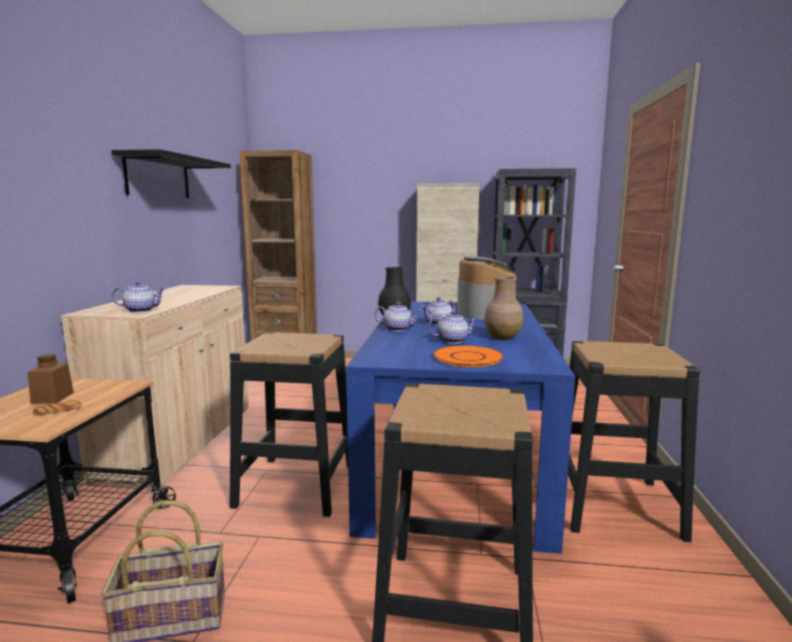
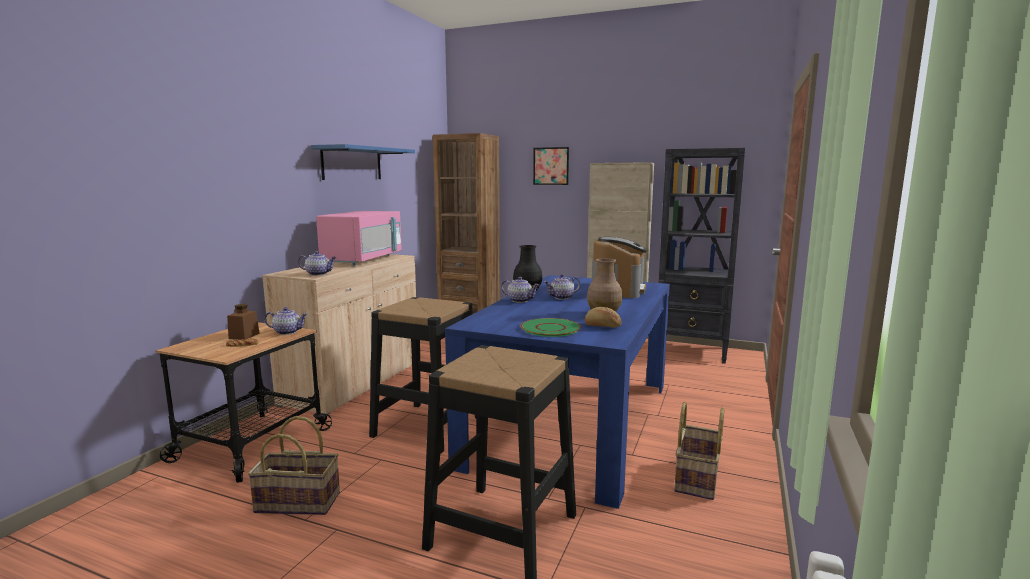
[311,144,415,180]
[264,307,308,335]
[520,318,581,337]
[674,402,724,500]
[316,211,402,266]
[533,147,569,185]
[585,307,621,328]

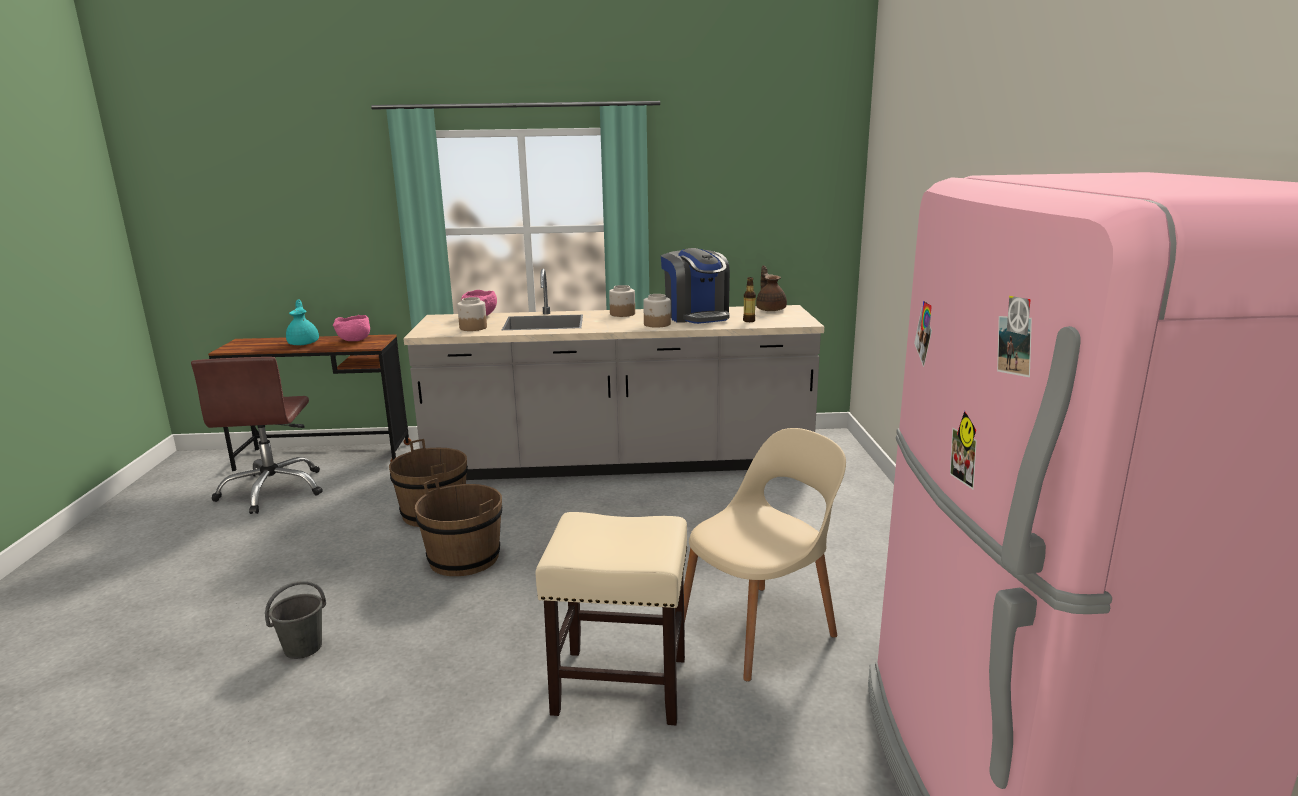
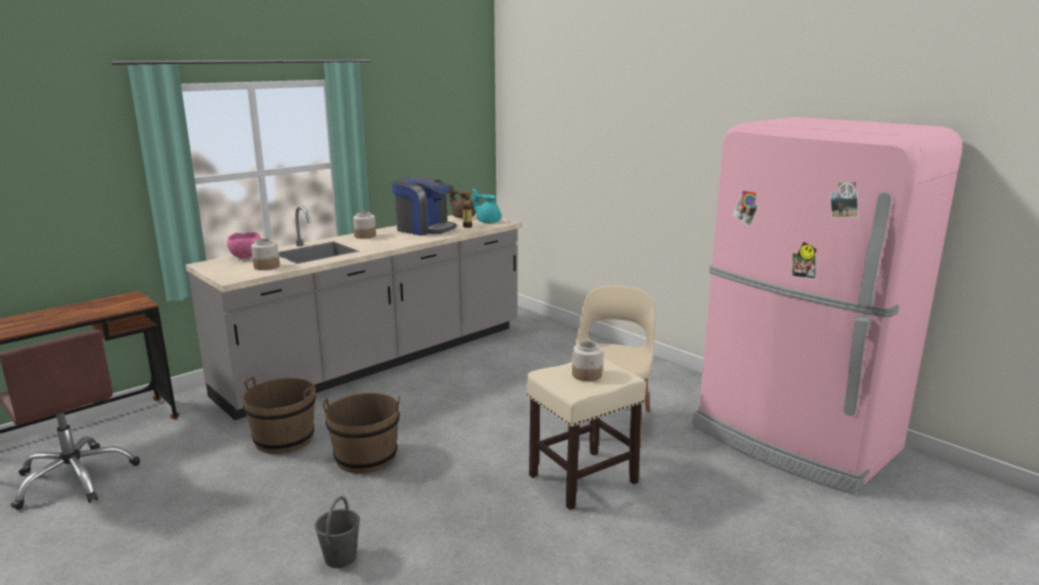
[473,188,501,223]
[333,315,370,341] (first image)
[572,341,603,381]

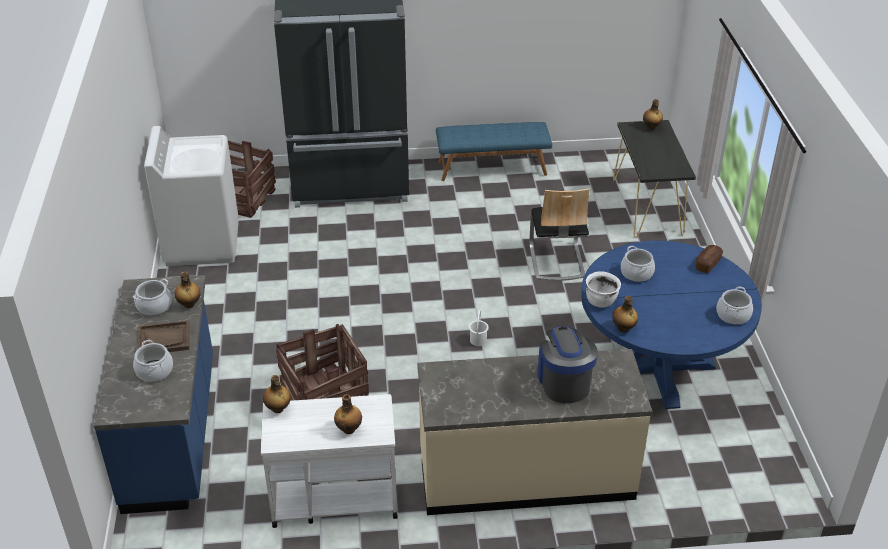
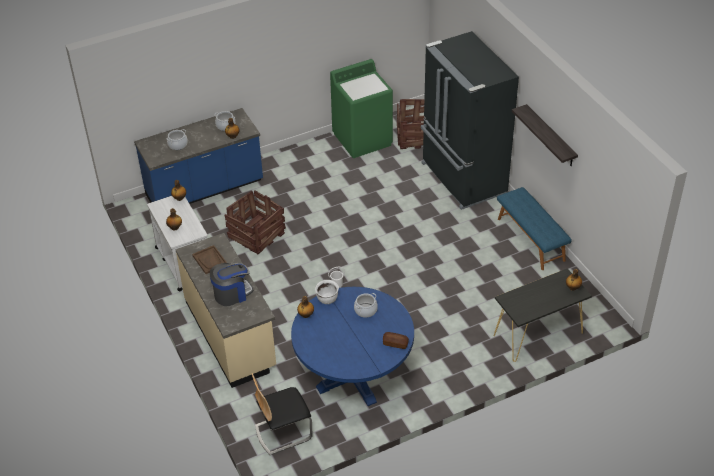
[192,245,227,274]
[330,59,393,158]
[252,373,312,455]
[717,287,753,325] (first image)
[512,104,578,166]

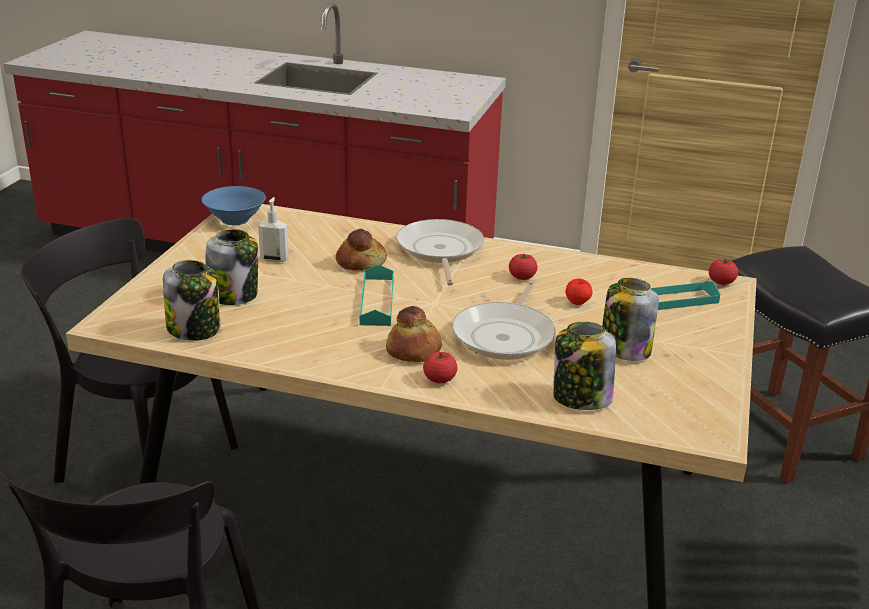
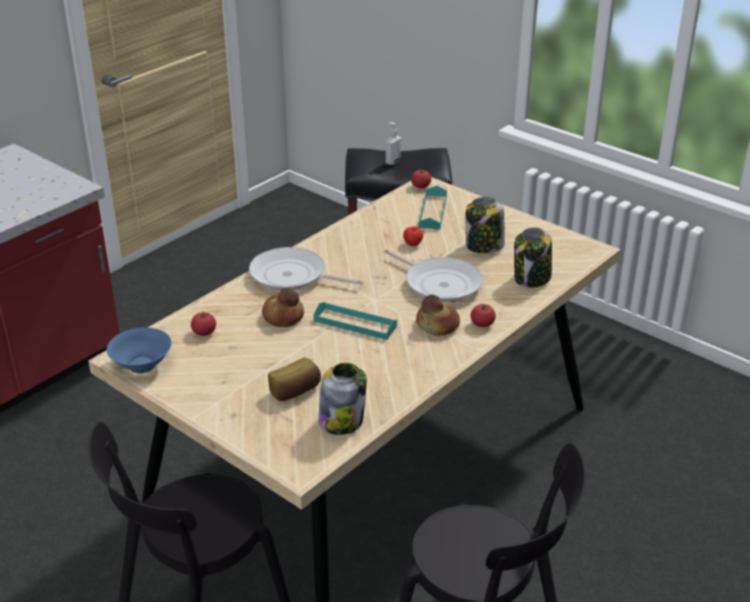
[268,357,321,401]
[386,122,401,165]
[191,311,216,336]

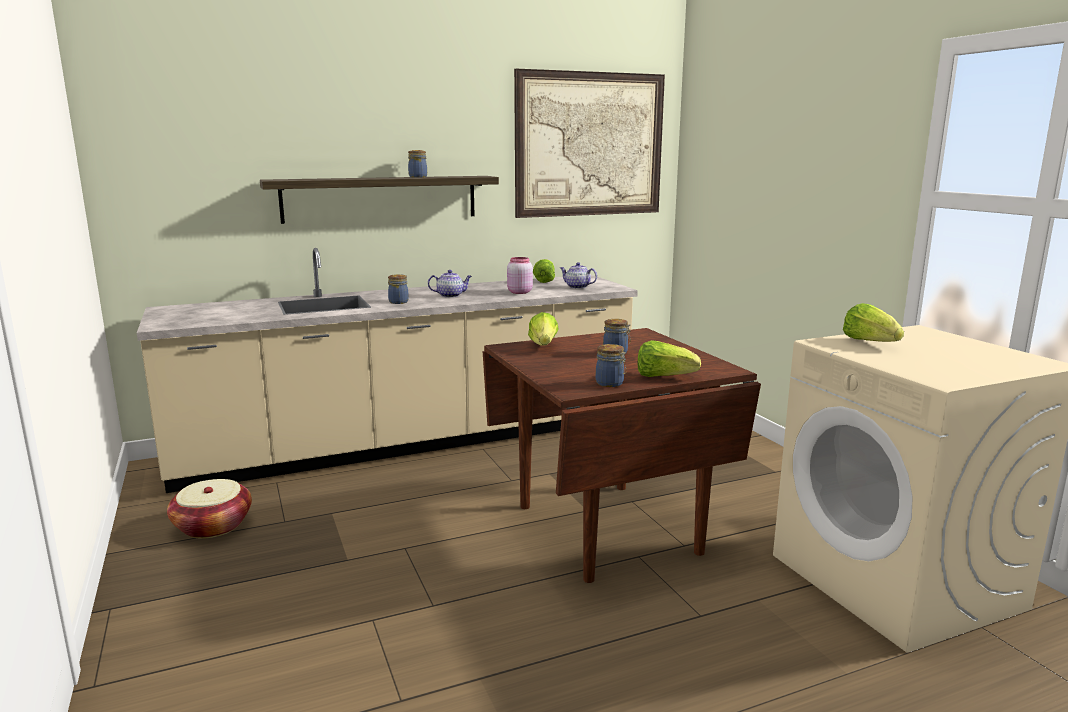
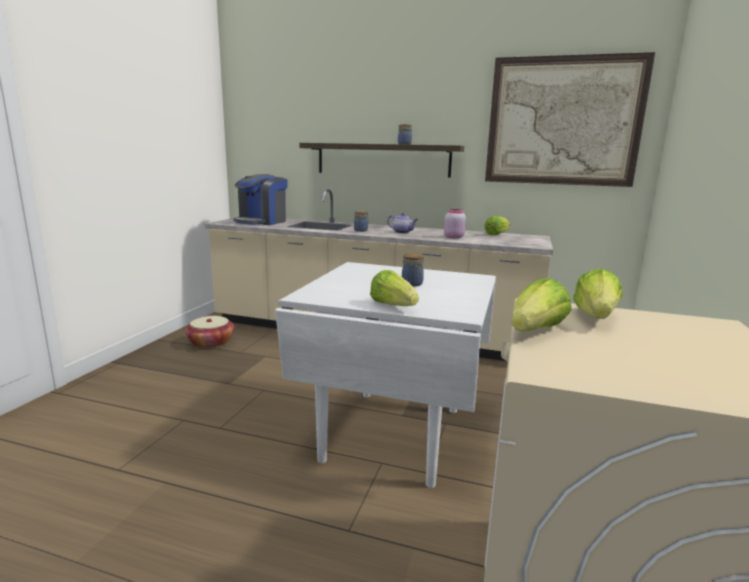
[275,262,496,488]
[511,278,572,331]
[560,262,597,289] (first image)
[596,344,626,387] (first image)
[233,174,288,225]

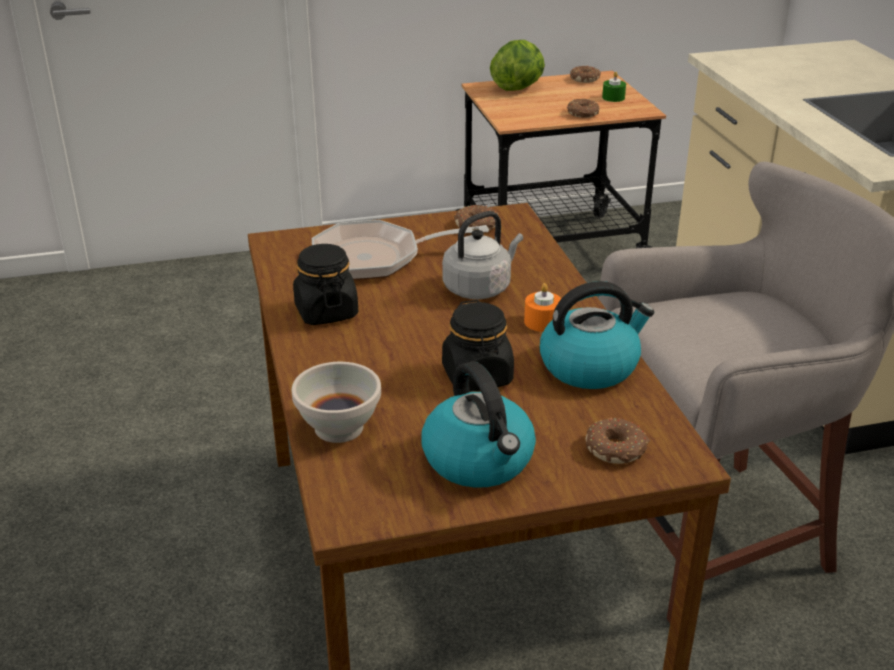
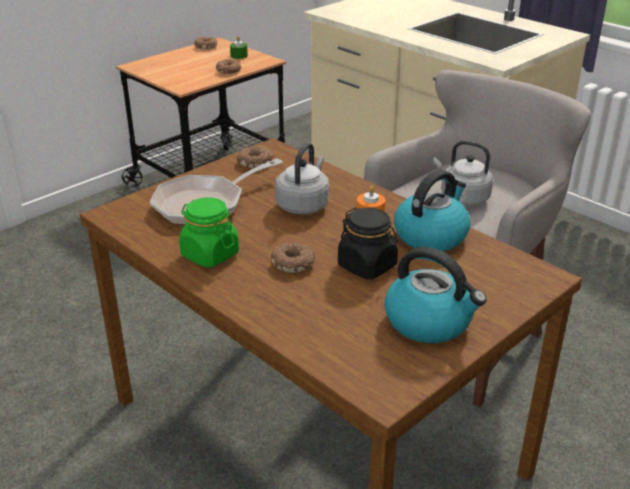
[291,362,381,443] (first image)
[179,197,239,267]
[490,40,545,91] (first image)
[271,242,315,273]
[433,140,493,206]

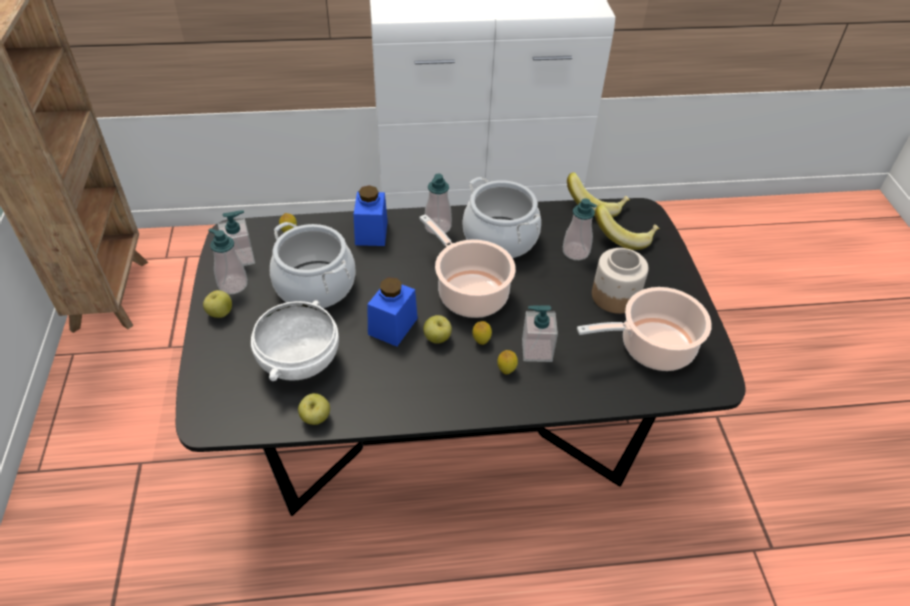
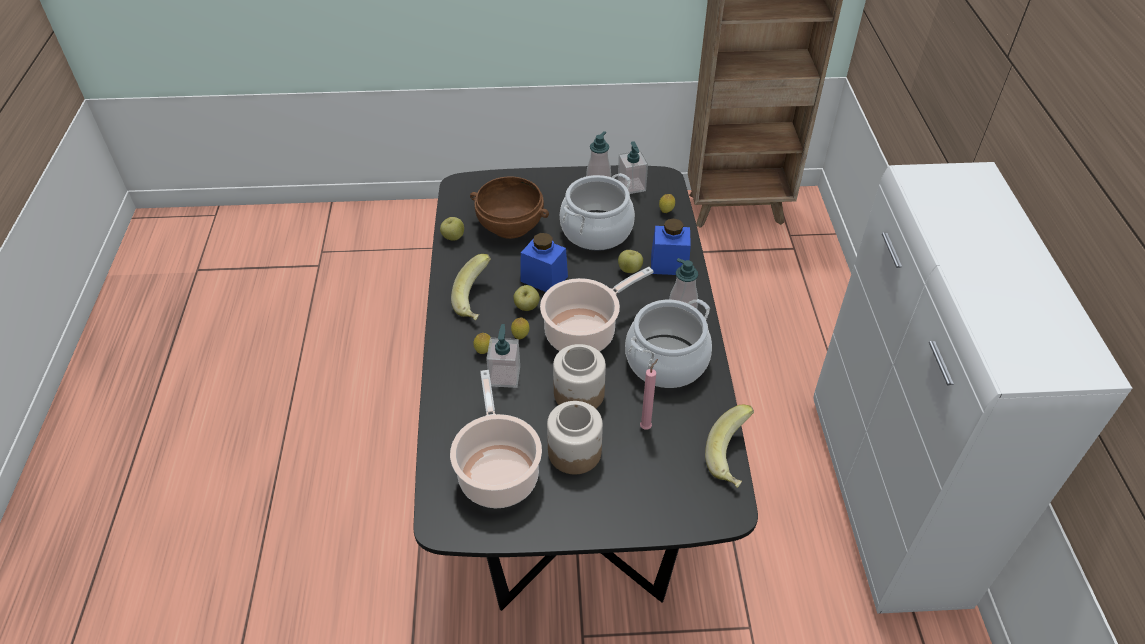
[618,250,643,273]
[470,176,549,239]
[640,359,658,430]
[451,254,491,321]
[553,344,606,408]

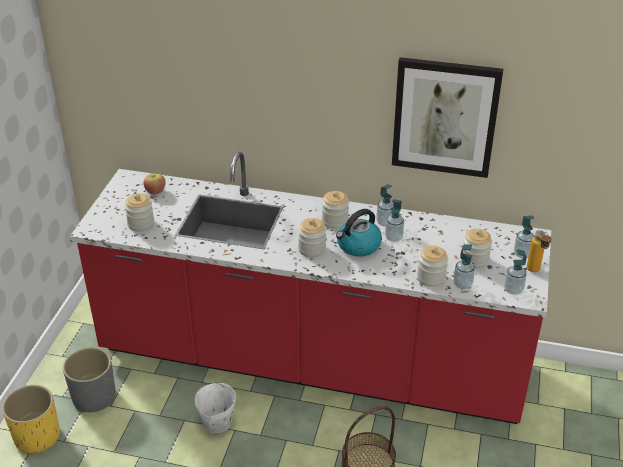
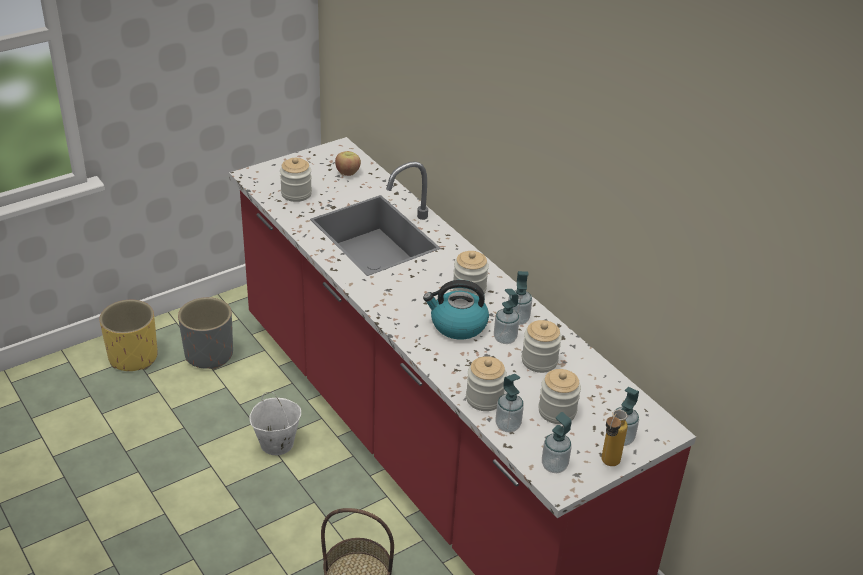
[522,320,562,373]
[392,57,503,178] (first image)

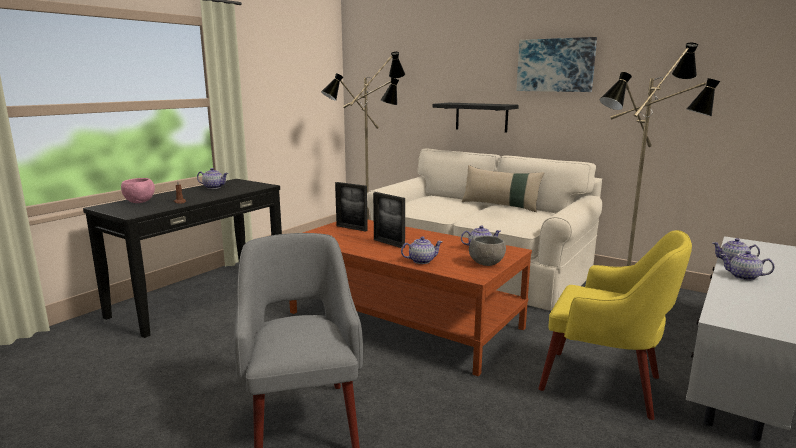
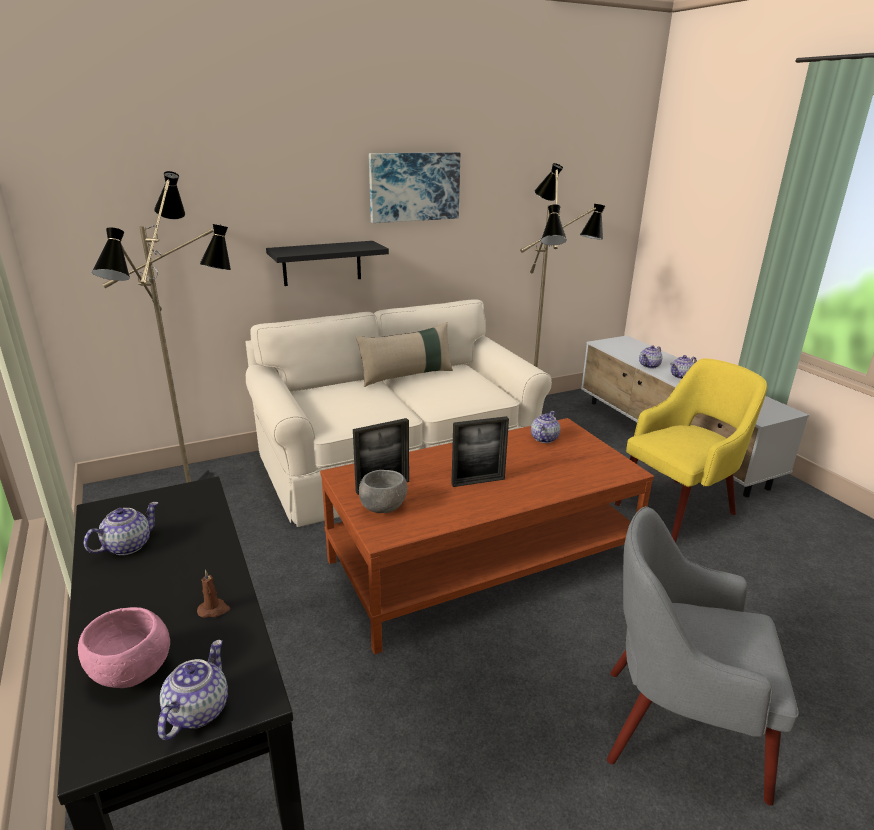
[158,640,228,740]
[359,470,407,513]

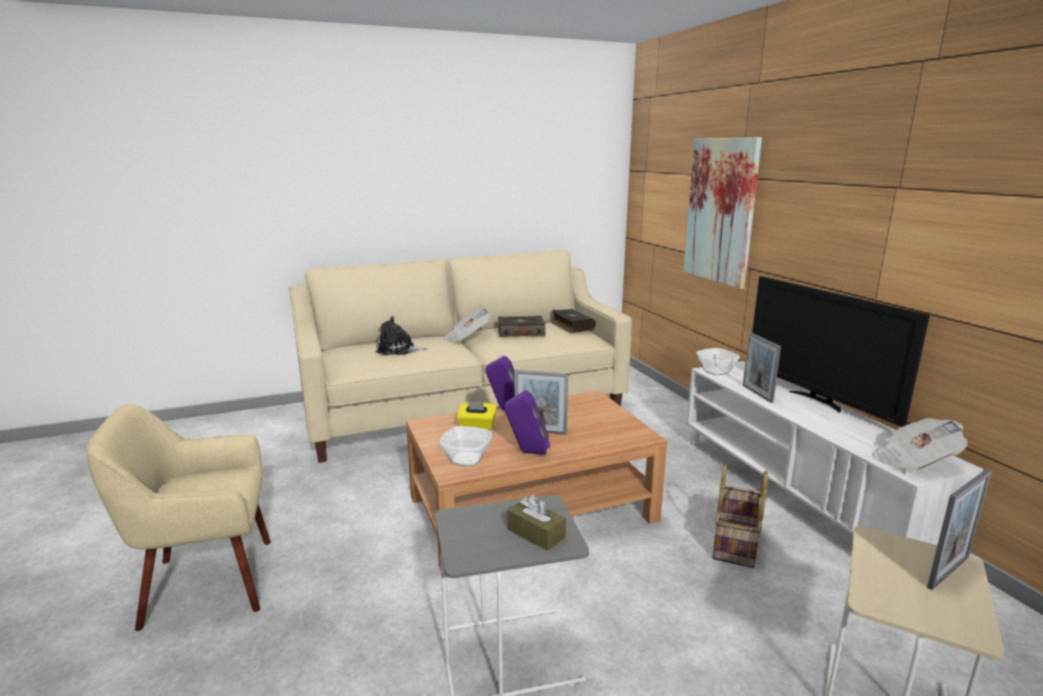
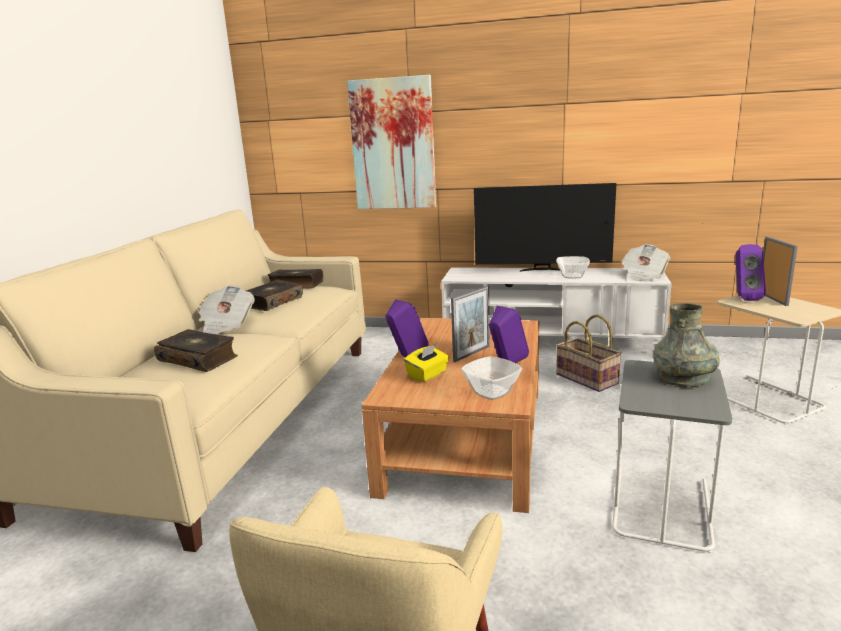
[154,329,238,372]
[653,303,720,387]
[556,256,590,278]
[743,332,781,403] (first image)
[735,244,766,301]

